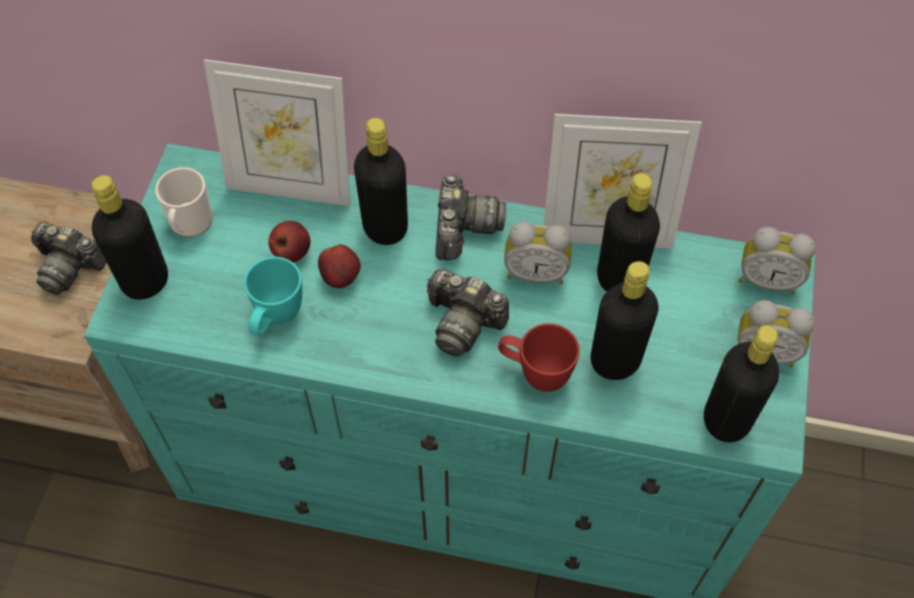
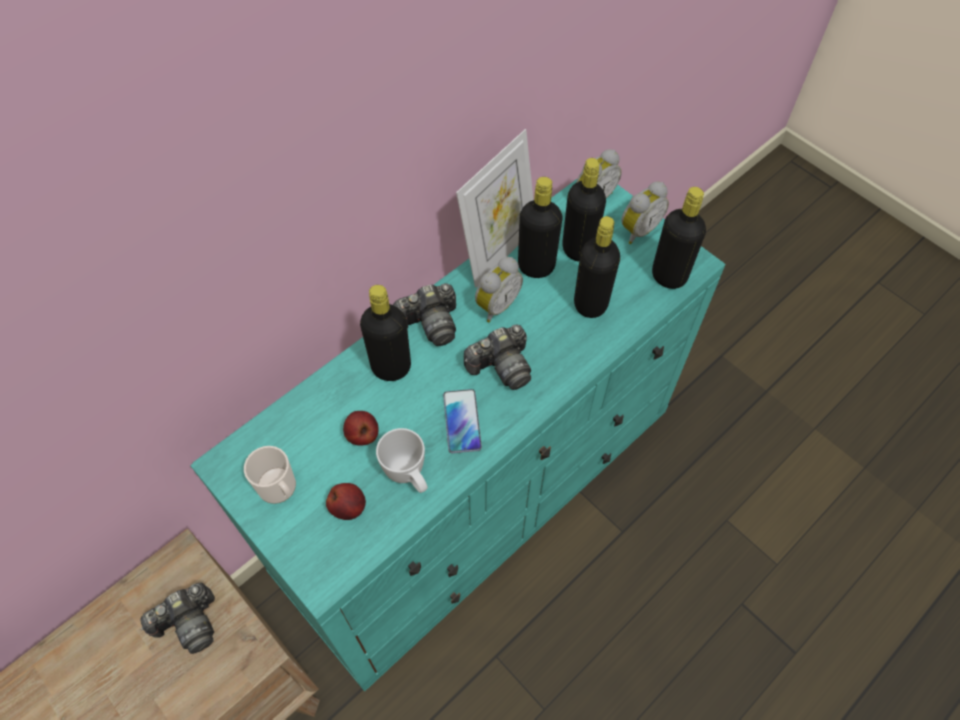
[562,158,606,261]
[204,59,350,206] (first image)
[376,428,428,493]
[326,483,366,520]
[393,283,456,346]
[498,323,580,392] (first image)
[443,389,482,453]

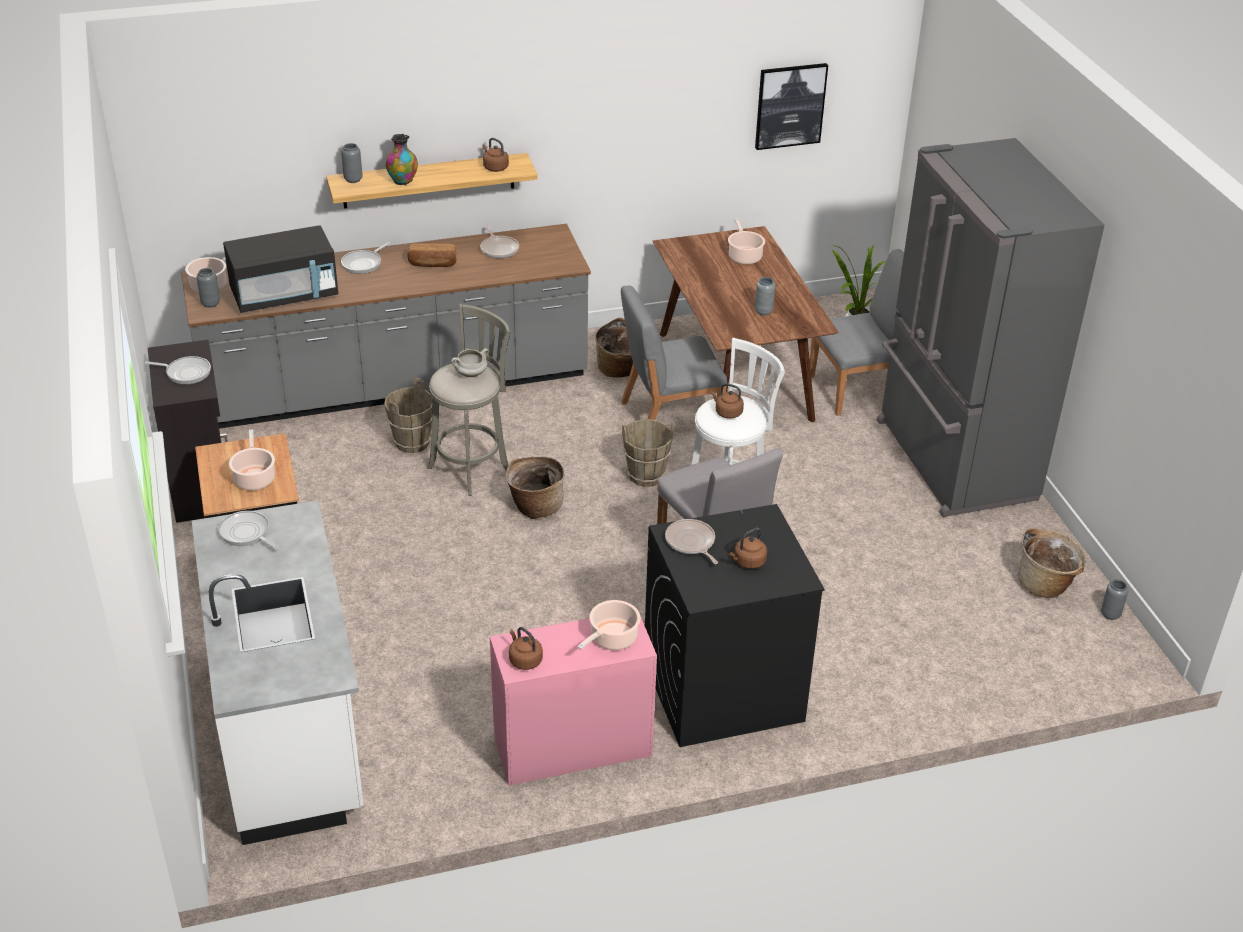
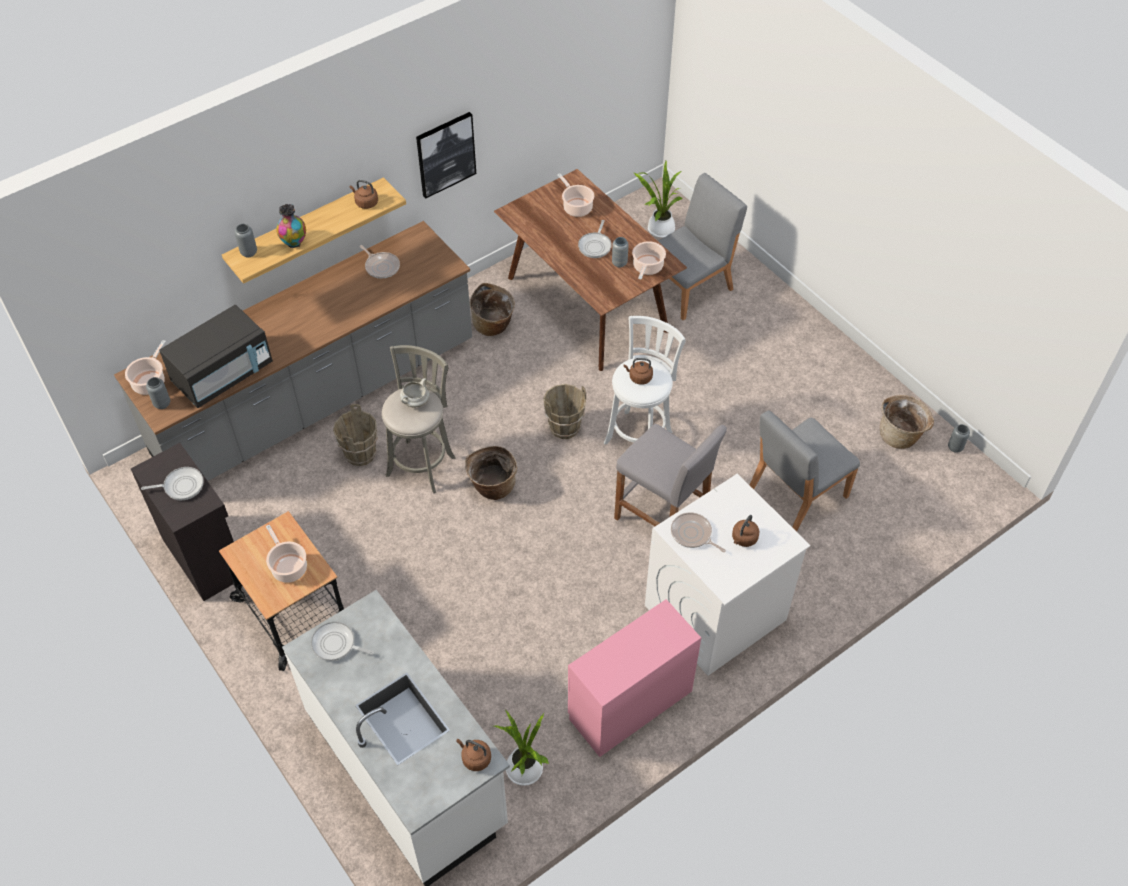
[578,220,612,258]
[407,243,457,267] (first image)
[456,739,491,771]
[632,241,666,280]
[750,410,860,532]
[645,474,810,676]
[416,112,476,198]
[877,138,1105,517] (first image)
[494,711,549,786]

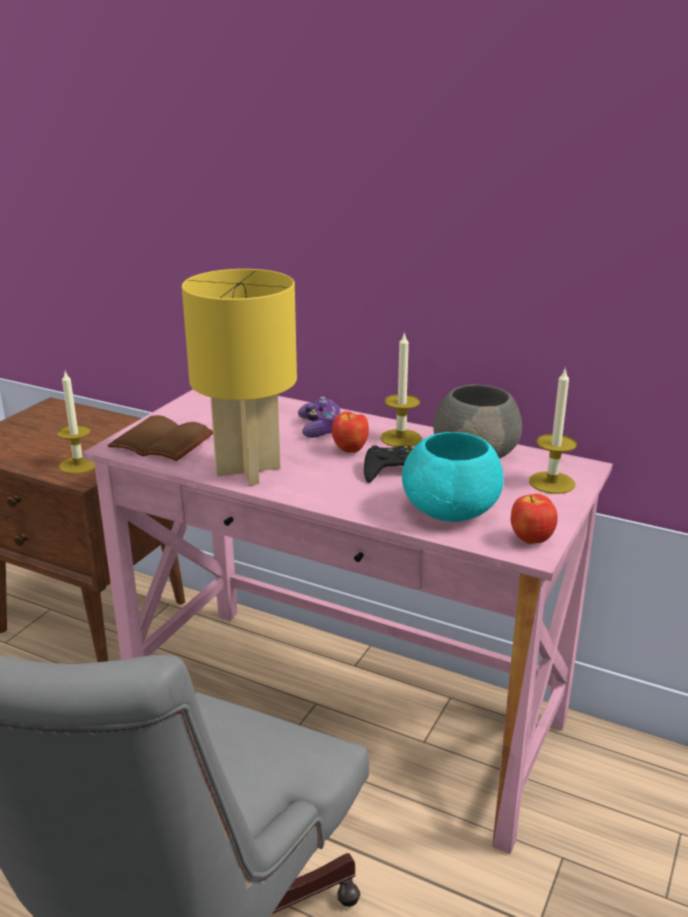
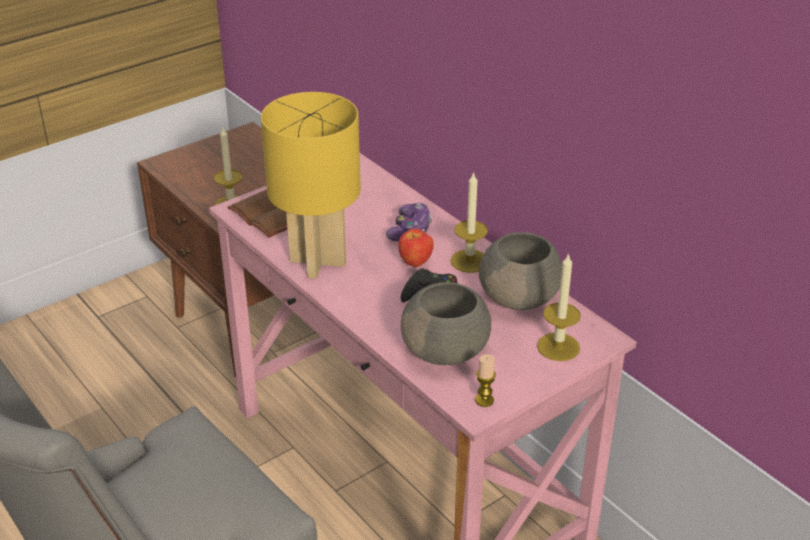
[401,282,491,365]
[475,354,496,407]

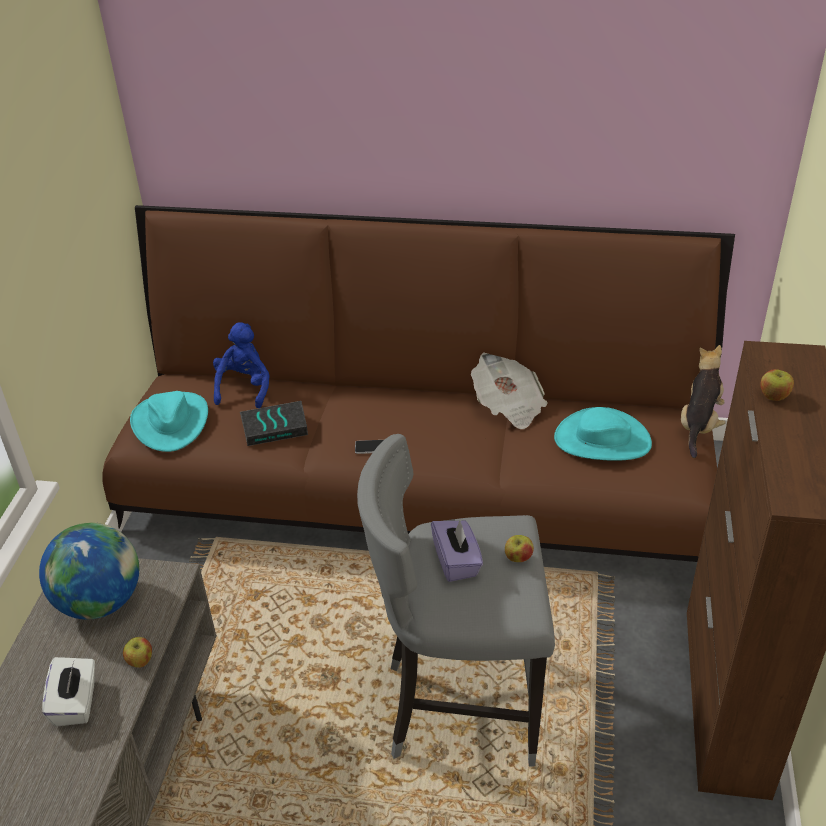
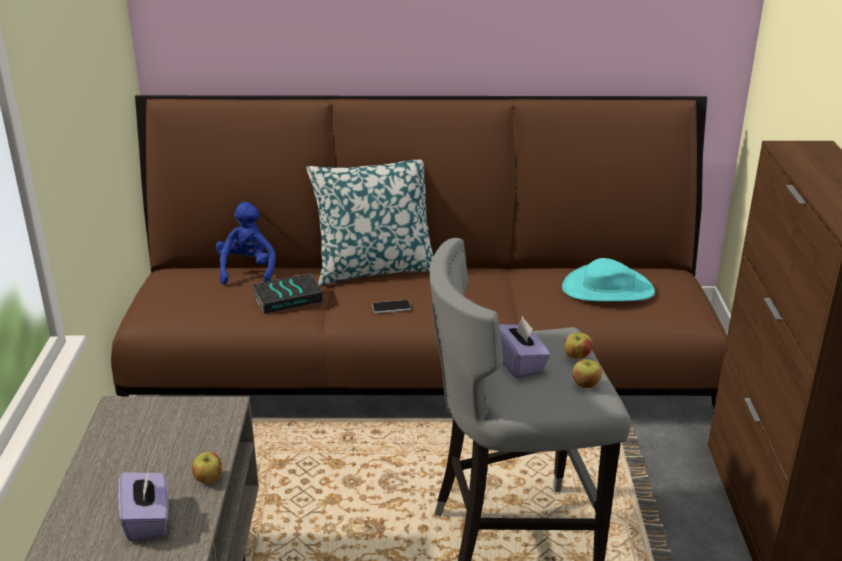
[39,522,139,620] (first image)
[118,468,168,542]
[130,391,208,452] (first image)
[471,352,548,429] (first image)
[681,345,726,458] (first image)
[573,359,602,388]
[306,159,434,286]

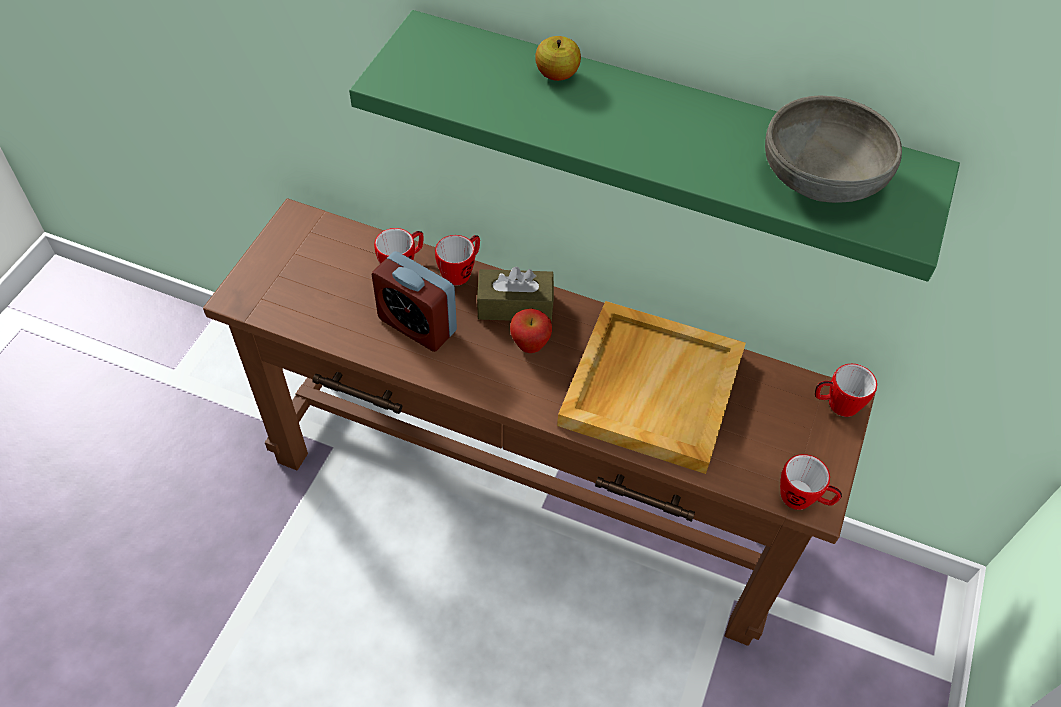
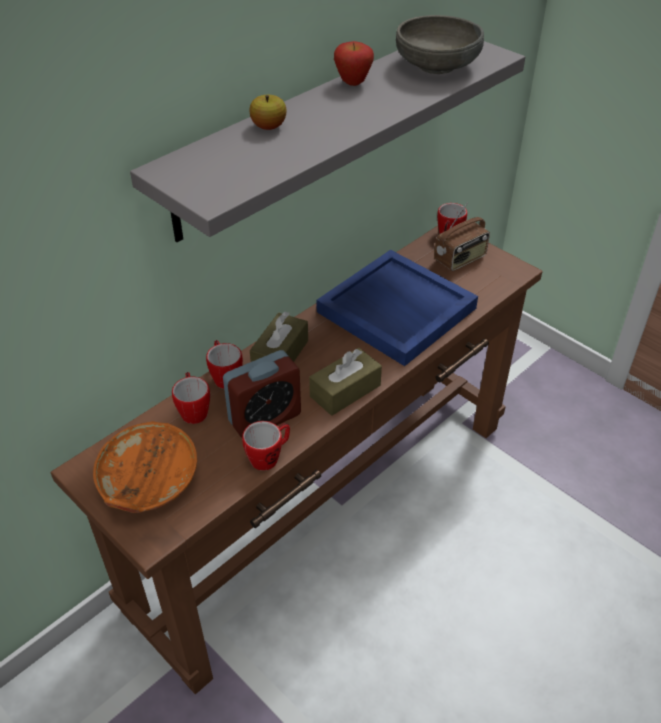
[130,41,525,242]
[334,41,374,86]
[317,250,478,366]
[242,421,290,471]
[93,421,197,513]
[309,348,382,416]
[434,202,490,271]

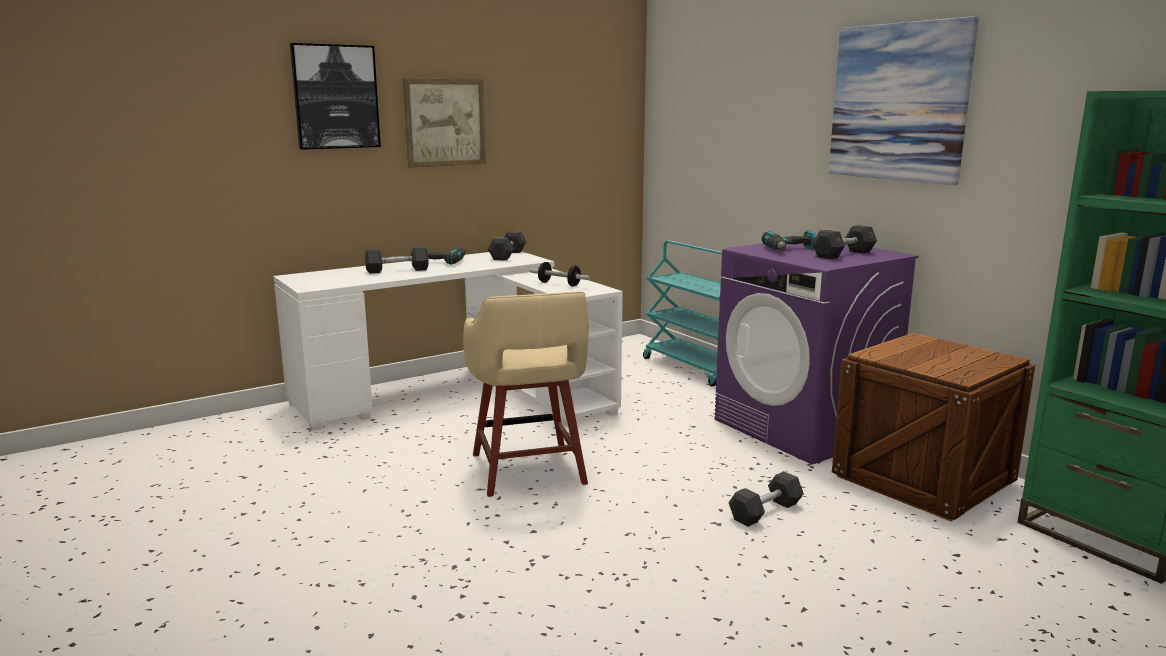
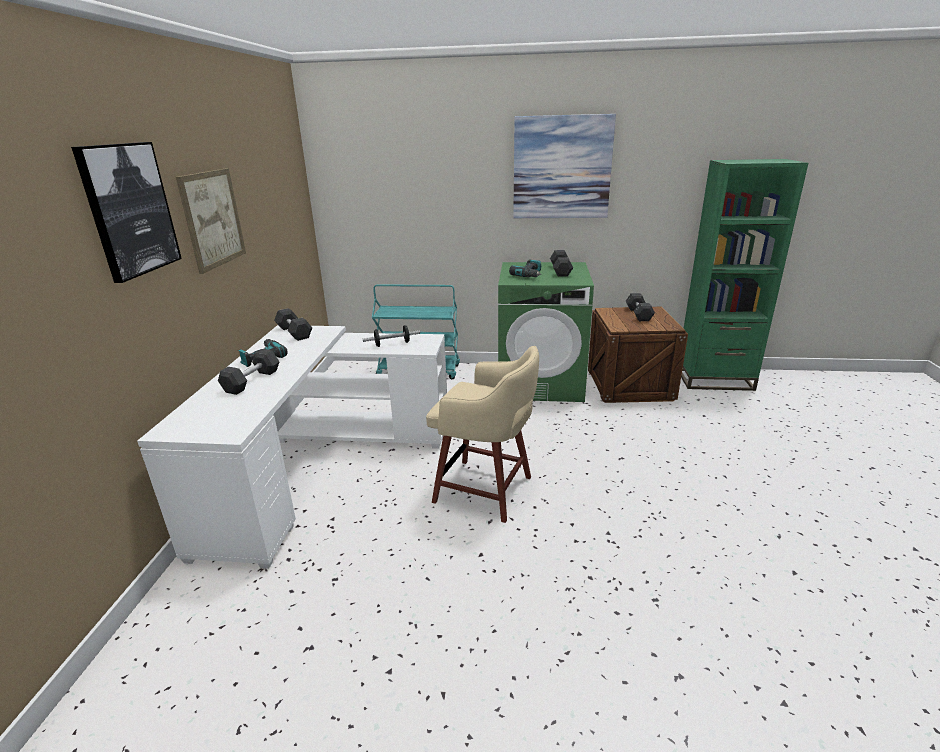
[498,262,594,402]
[626,293,655,321]

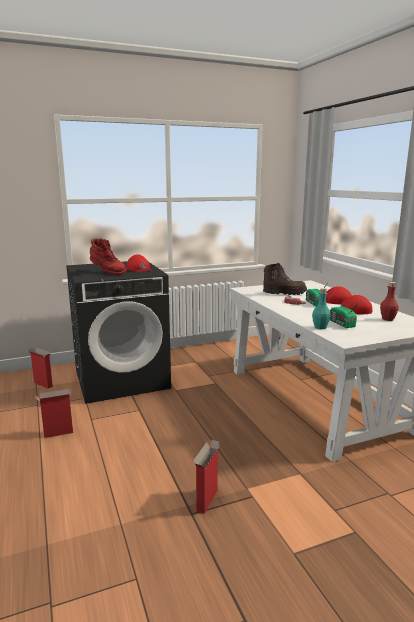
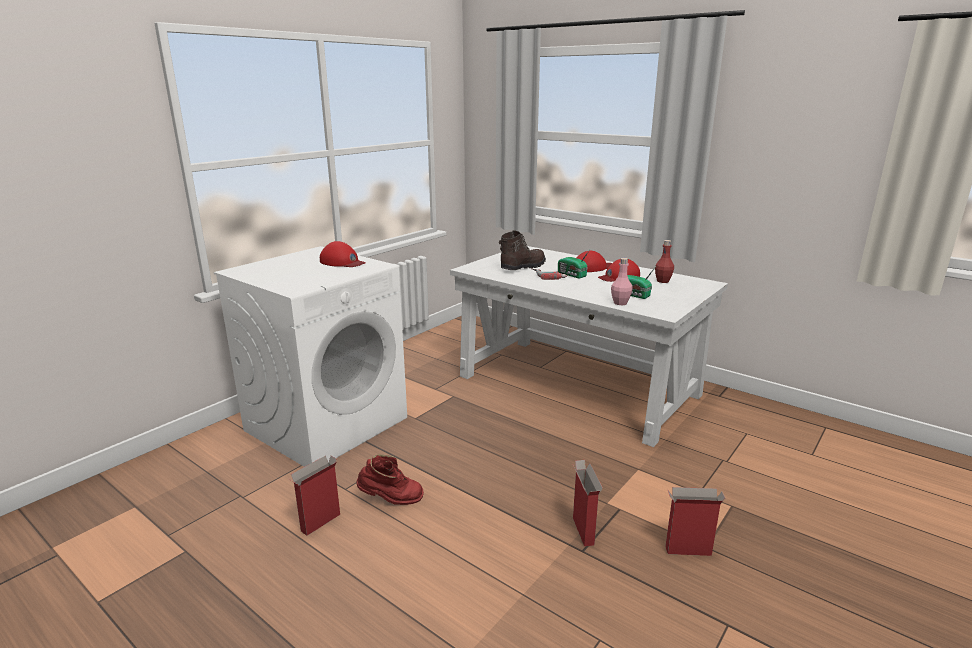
[665,487,725,556]
[214,246,407,467]
[356,454,424,505]
[611,258,633,305]

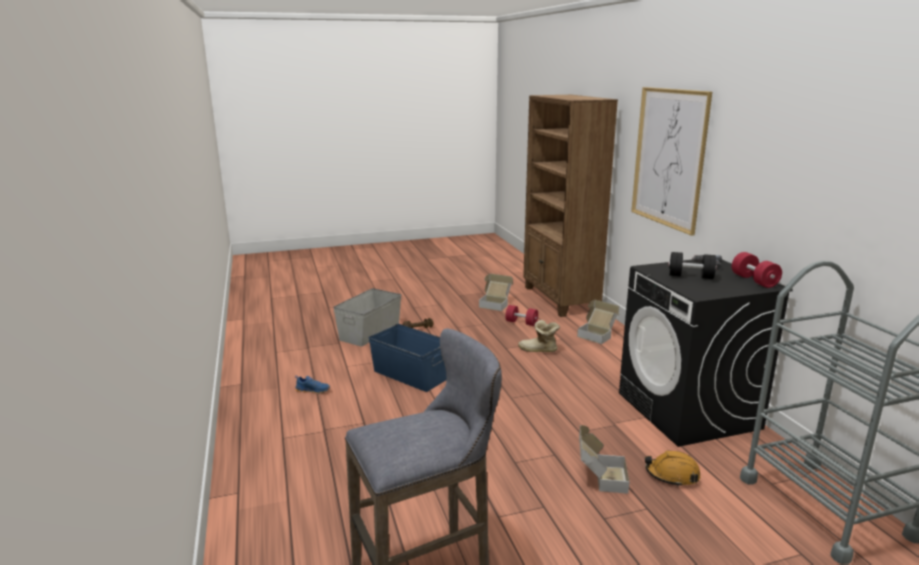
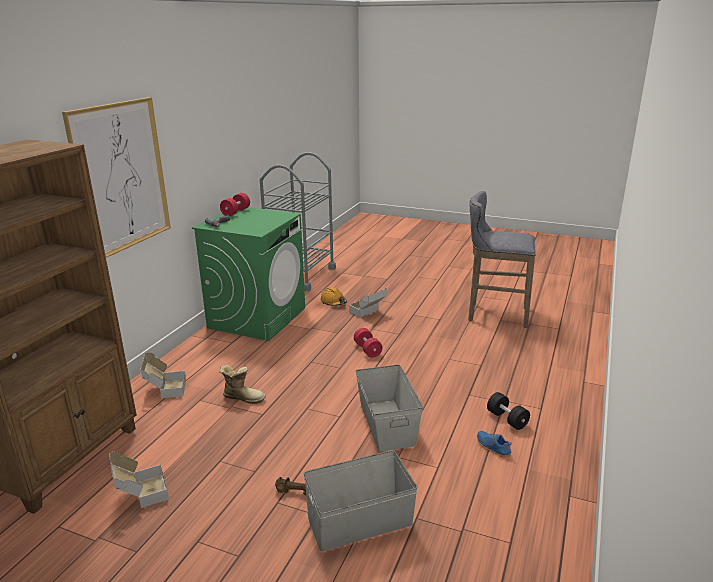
[355,365,423,452]
[354,328,383,358]
[219,365,266,404]
[192,207,305,341]
[487,392,530,430]

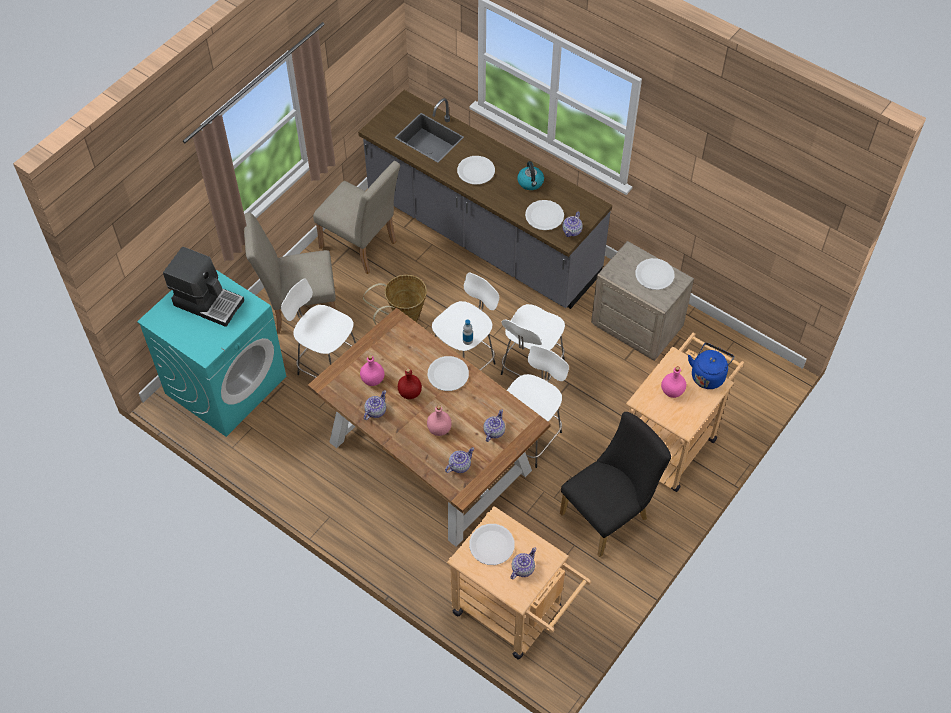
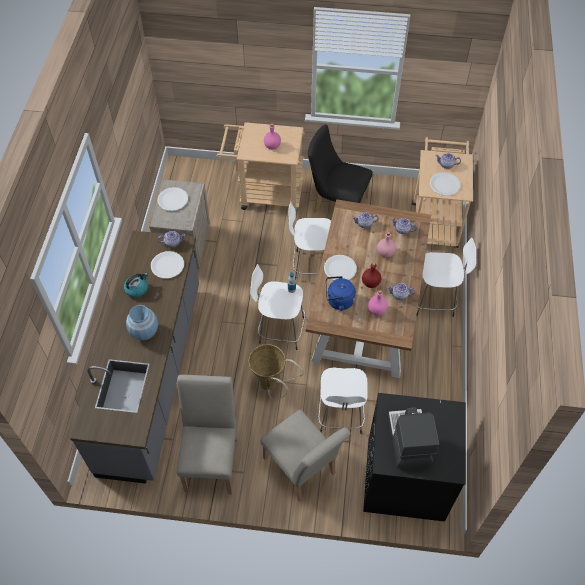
[363,393,466,522]
[126,305,158,340]
[416,238,476,317]
[326,276,356,311]

